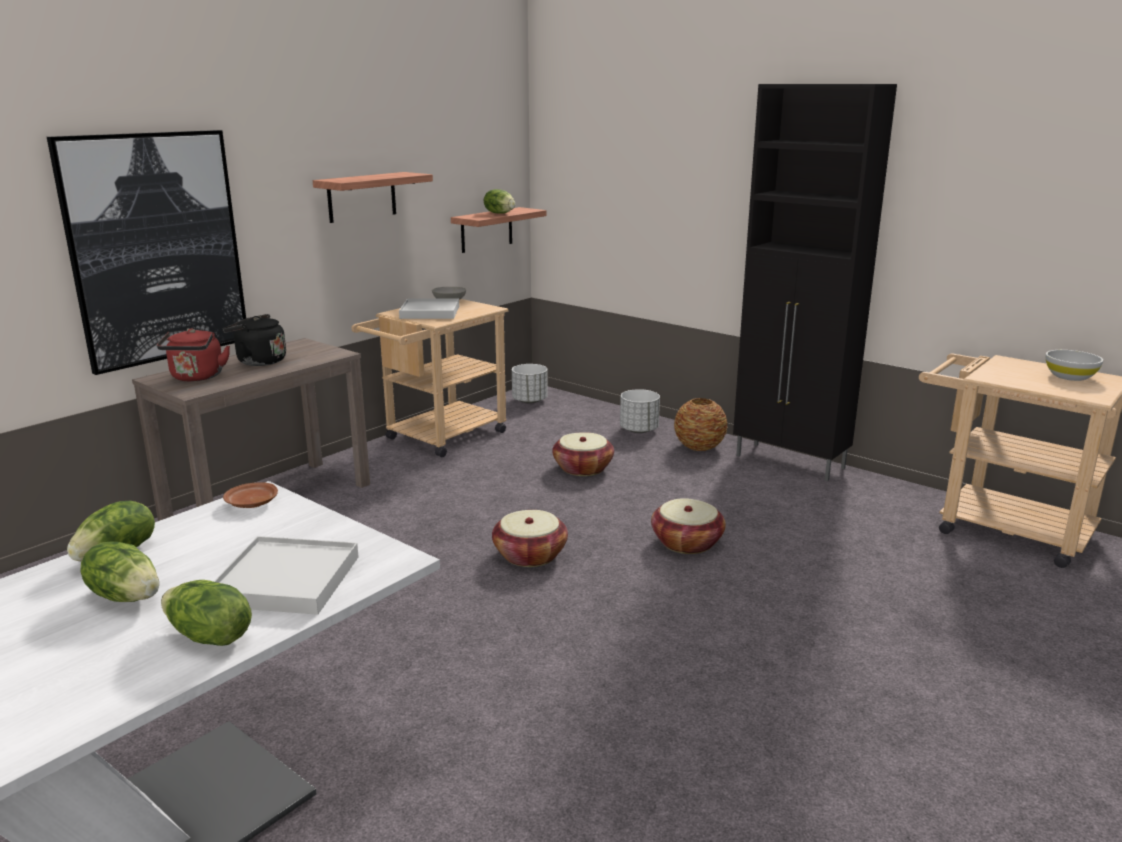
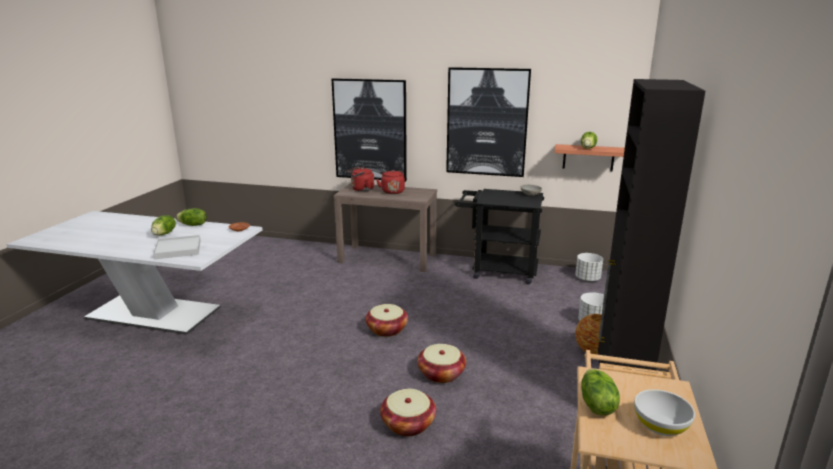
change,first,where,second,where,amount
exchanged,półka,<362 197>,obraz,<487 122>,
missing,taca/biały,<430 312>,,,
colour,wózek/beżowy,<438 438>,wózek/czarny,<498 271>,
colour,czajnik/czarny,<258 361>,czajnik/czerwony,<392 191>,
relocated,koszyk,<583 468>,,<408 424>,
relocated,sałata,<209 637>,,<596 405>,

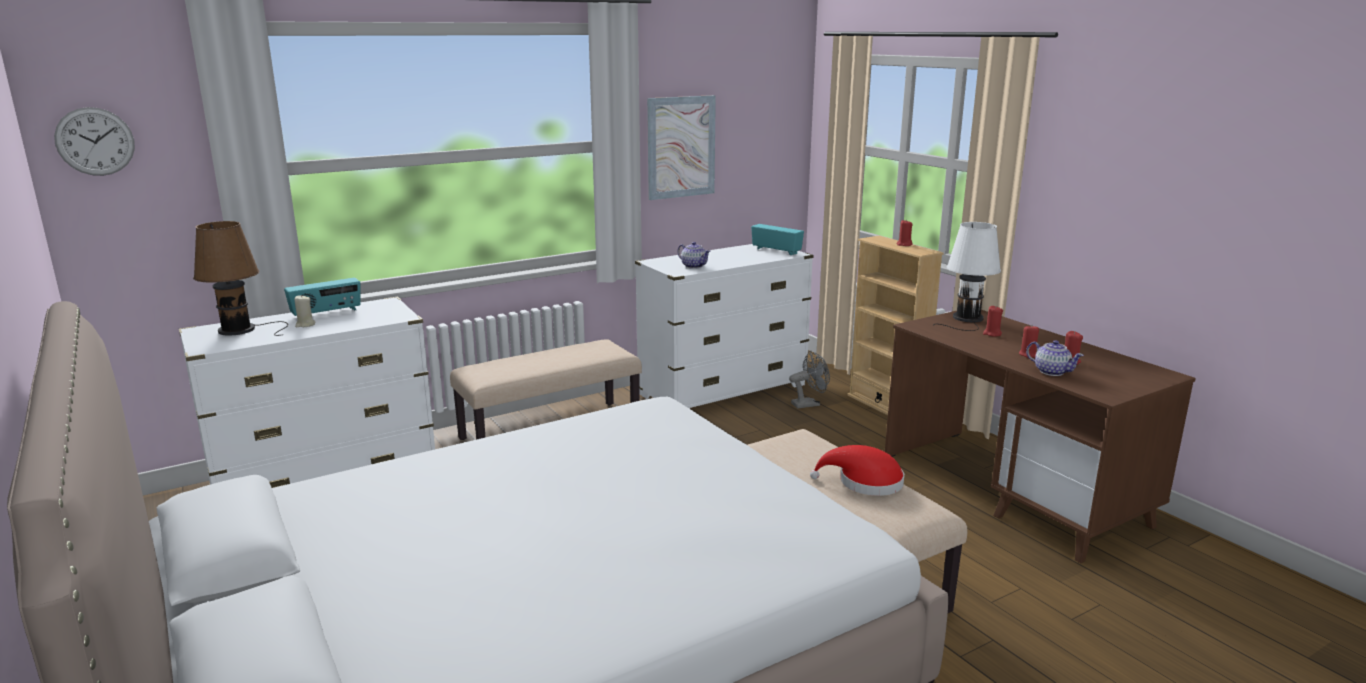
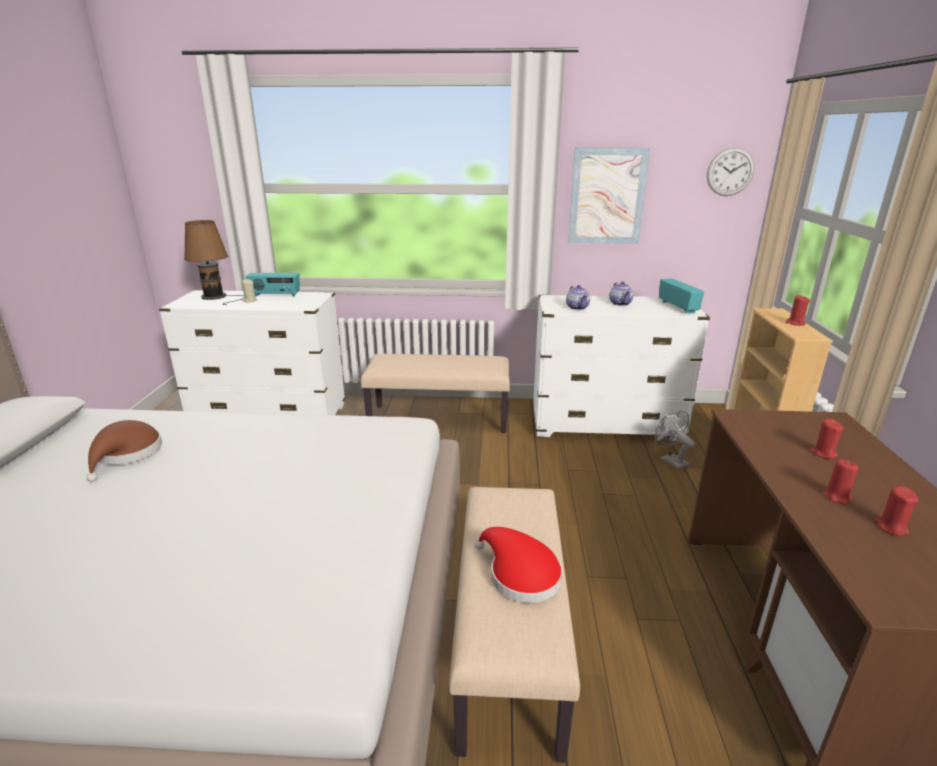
change,first,where,second,where,amount
relocated,zegar ścienny,<95 141>,,<730 172>,
missing,lampa stołowa/biały,<967 319>,,,
relocated,imbryk,<1051 371>,,<620 303>,
spun,wentylator/szary,<809 404>,,<670 460>,135 degrees counterclockwise
appeared,,,kapelusz/brązowy,<127 454>,

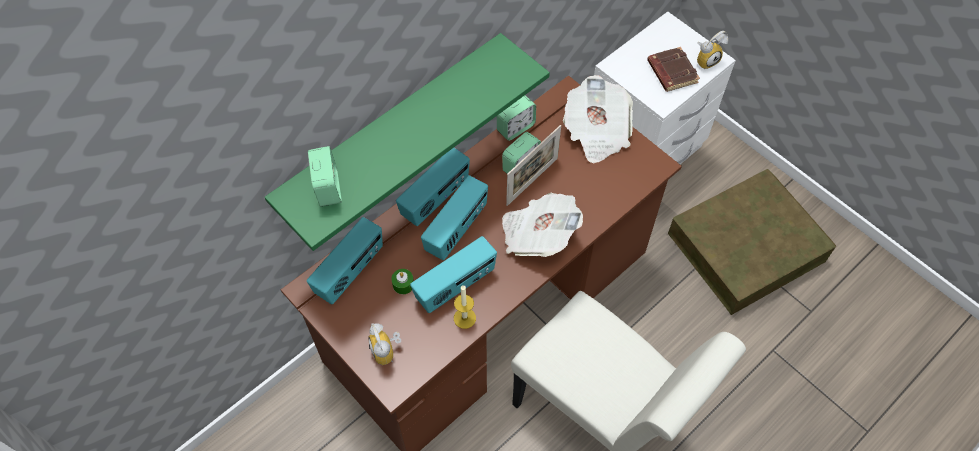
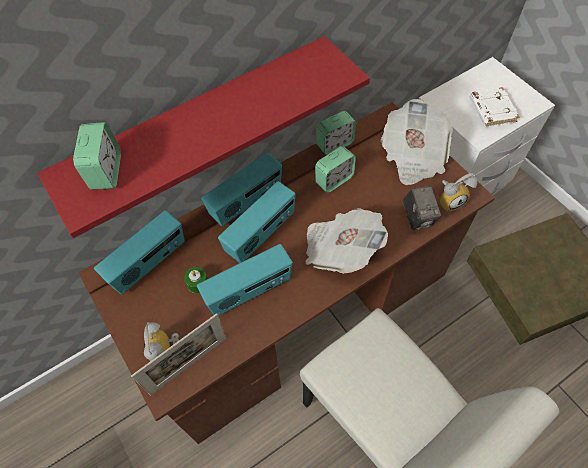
change,first,where,second,where,amount
relocated,budzik,<706 60>,,<450 200>,
colour,półka/zielony,<392 129>,półka/czerwony,<199 122>,
colour,książka/brązowy,<671 72>,książka/biały,<491 110>,
relocated,ramka na zdjęcie,<532 181>,,<189 365>,
missing,świeca,<464 318>,,,
appeared,,,aparat fotograficzny,<418 217>,

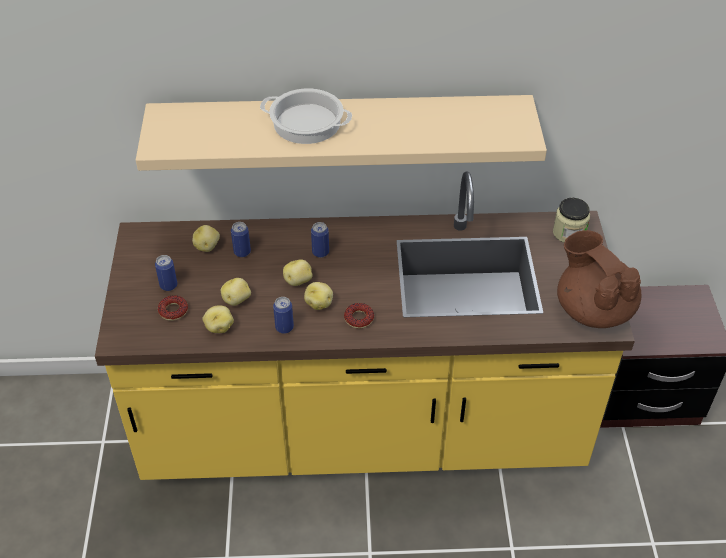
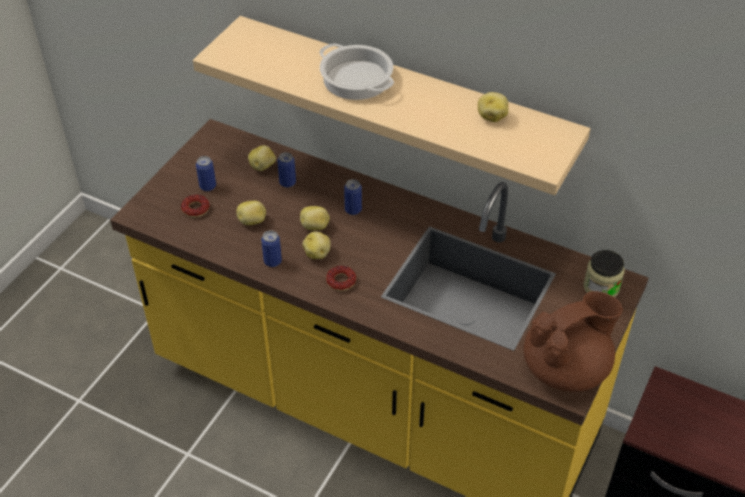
change,first,where,second,where,amount
spun,imbryk/brązowy,<593 309>,,<566 368>,60 degrees clockwise
relocated,ziemniak,<219 327>,,<492 116>,

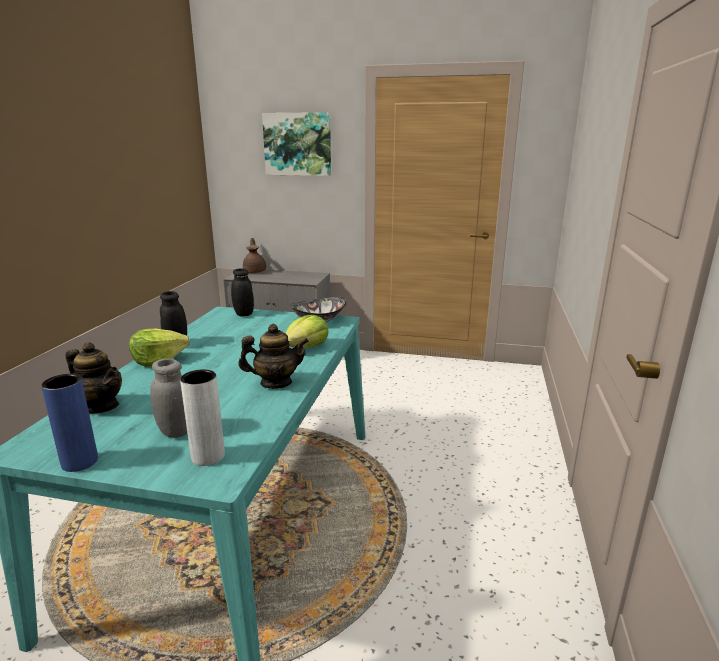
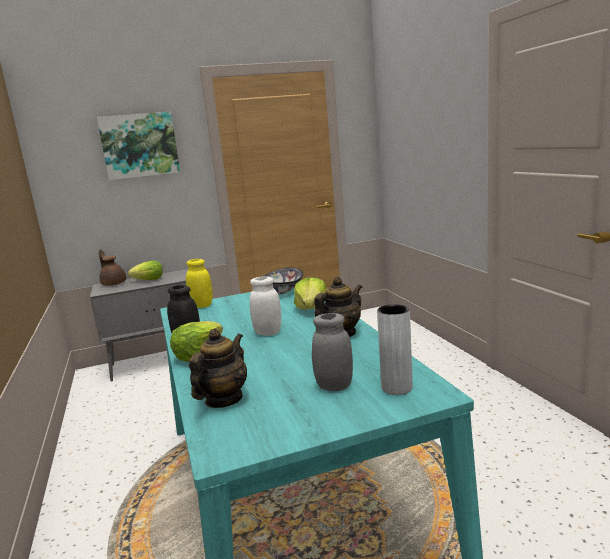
change,first,where,second,where,amount
colour,słoik/czarny,<244 314>,słoik/żółty,<202 305>,
spun,imbryk,<100 406>,,<223 399>,60 degrees counterclockwise
missing,wazon/niebieski,<80 462>,,,
appeared,,,sałata,<149 280>,
appeared,,,słoik/biały,<268 333>,

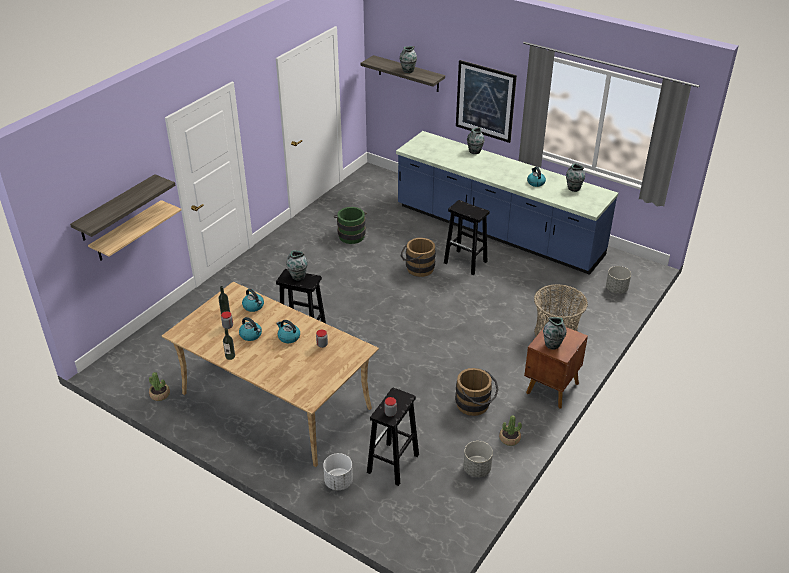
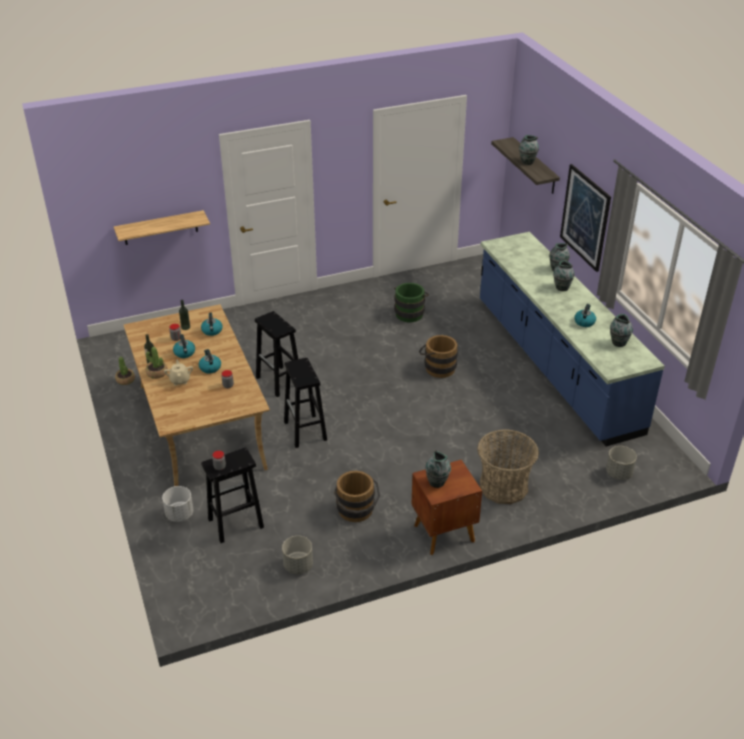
change,first,where,second,where,amount
missing,półka,<116 208>,,,
relocated,stołek/czarny,<466 262>,,<305 431>,
relocated,wazon,<298 276>,,<561 287>,
relocated,roślina doniczkowa,<509 439>,,<157 373>,
appeared,,,imbryk/beżowy,<180 380>,

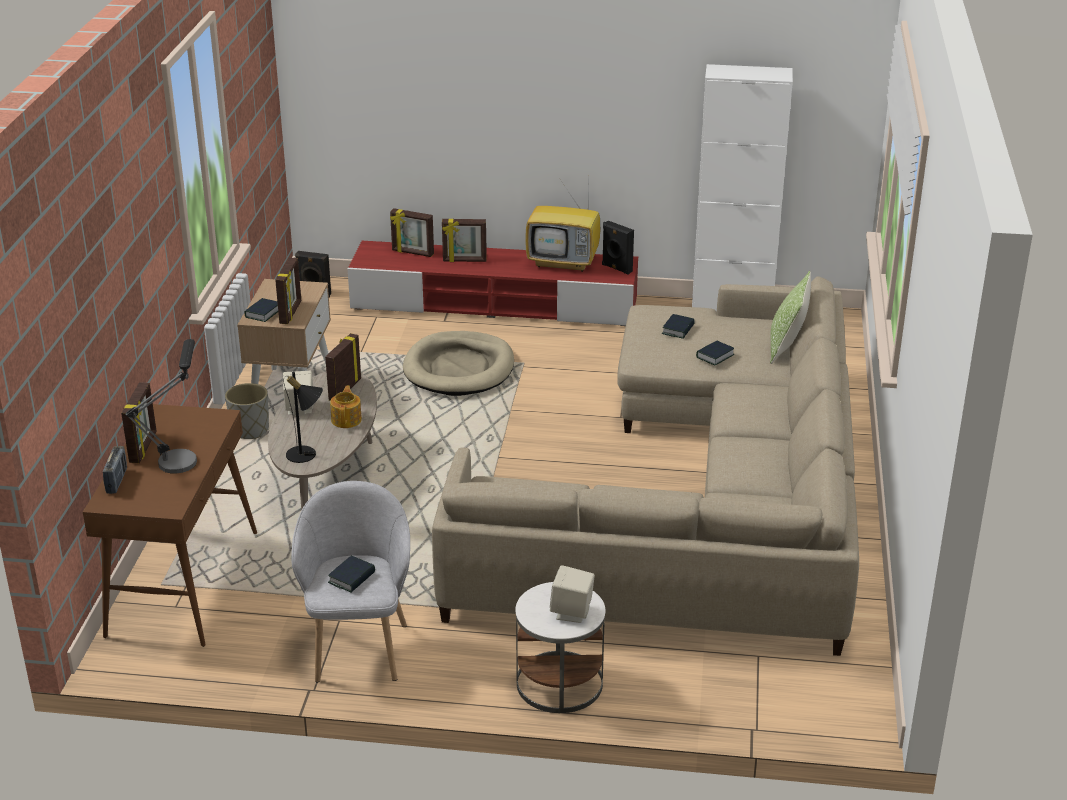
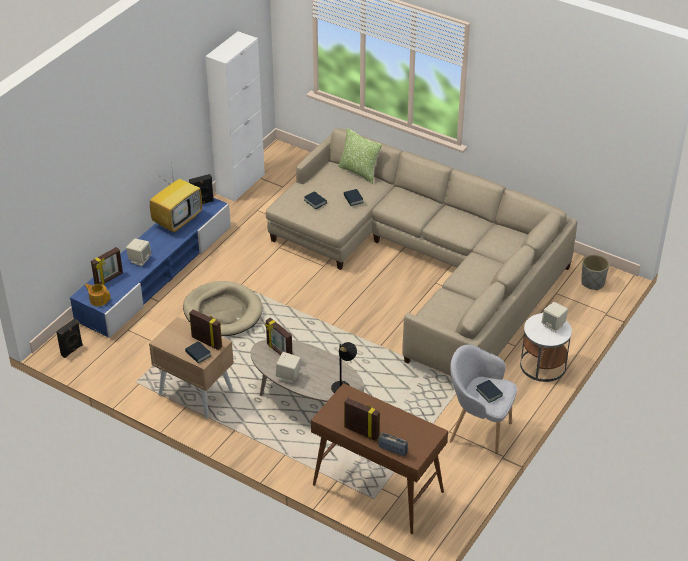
change,first,where,second,where,amount
exchanged,ramka na zdjęcie,<464 261>,głośnik/beżowy,<139 260>,
colour,szafka pod telewizor/czerwony,<495 304>,szafka pod telewizor/niebieski,<155 273>,
missing,lampa stołowa,<181 456>,,,
relocated,donica/szary,<250 430>,,<593 283>,
relocated,imbryk,<347 419>,,<98 300>,

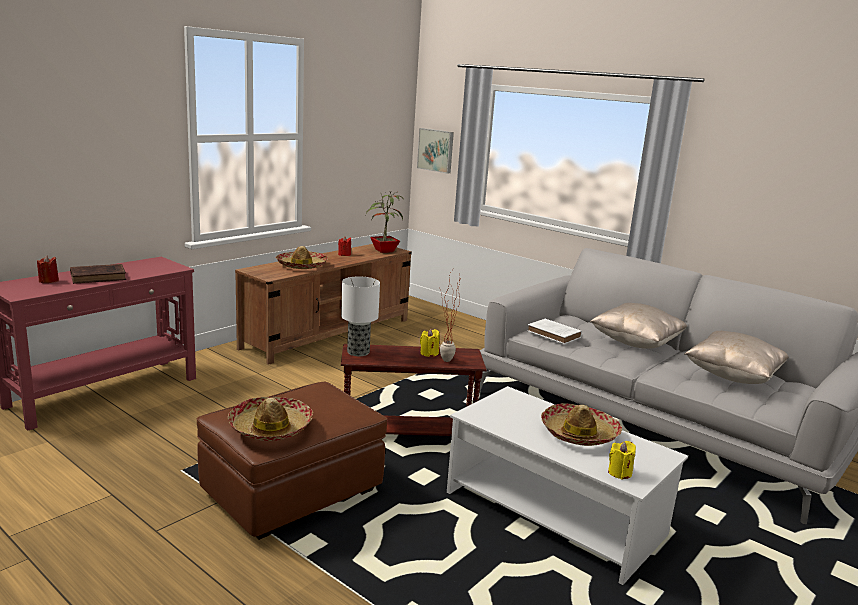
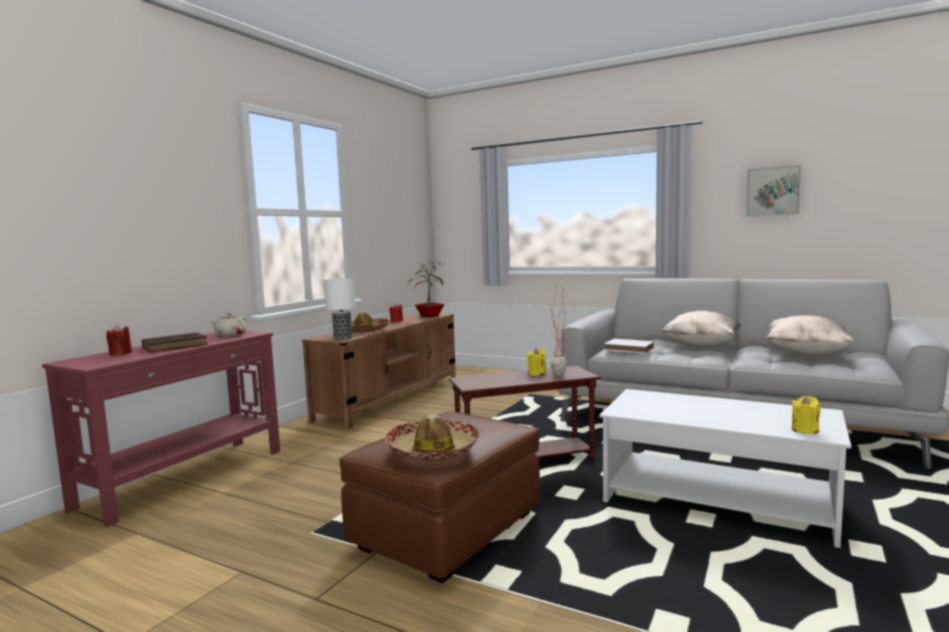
change,first,where,second,where,amount
relocated,obraz,<436 150>,,<773 191>,
relocated,lampa stołowa,<358 352>,,<342 338>,
missing,kapelusz,<579 434>,,,
appeared,,,imbryk/beżowy,<230 335>,

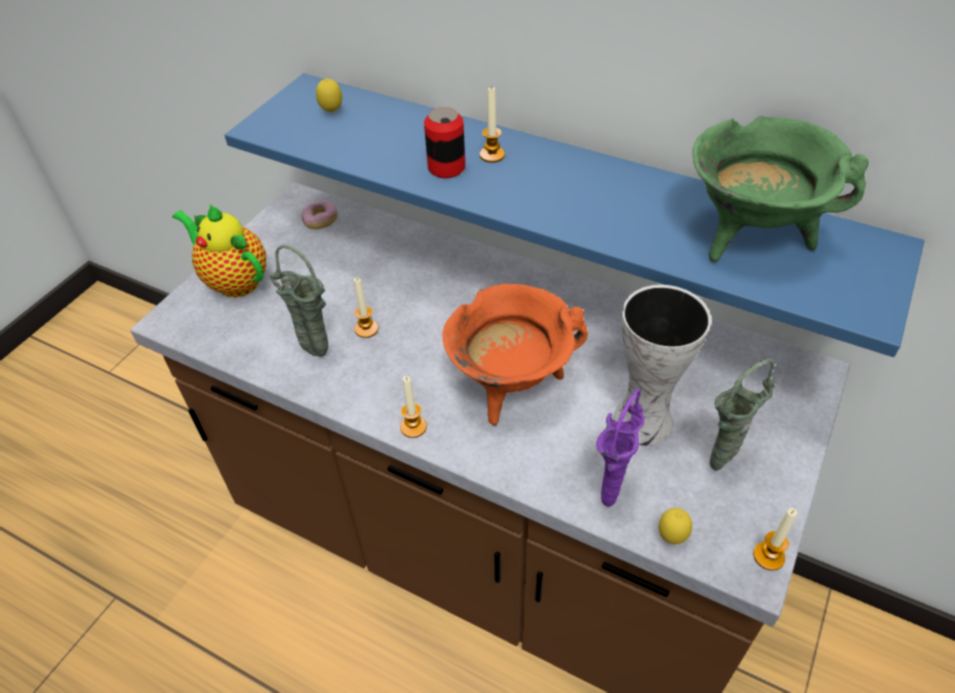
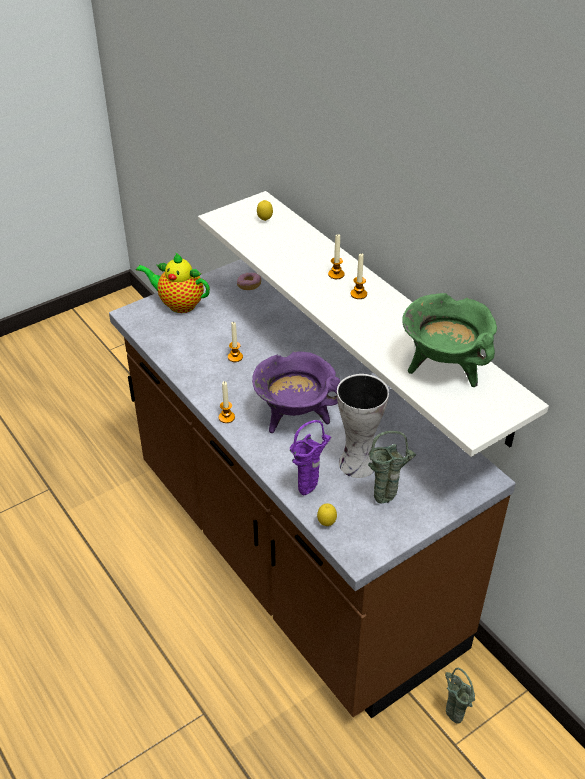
change,first,where,second,where,amount
colour,półka/niebieski,<567 191>,półka/biały,<385 312>,
missing,puszka,<446 167>,,,
spun,imbryk,<234 281>,,<178 304>,45 degrees counterclockwise
relocated,wazon/zielony,<313 353>,,<451 717>,
colour,garnek/pomarańczowy,<511 387>,garnek/fioletowy,<295 417>,
relocated,świeca,<768 556>,,<358 294>,

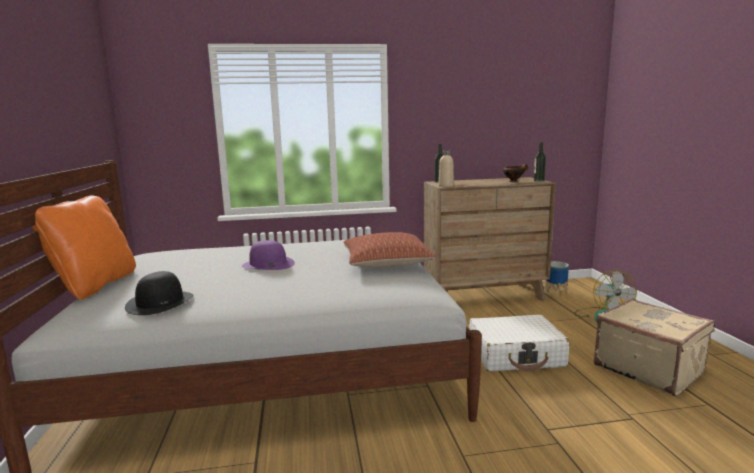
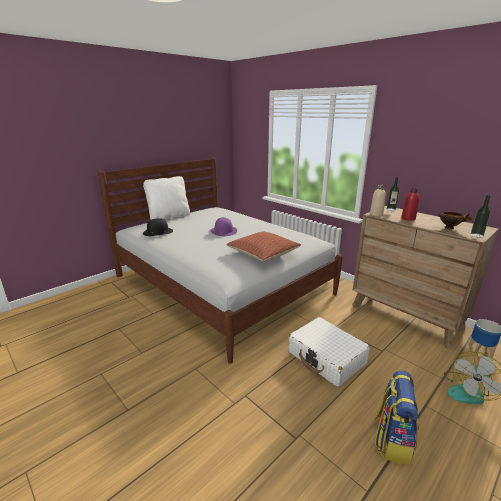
change,first,where,second,where,amount
colour,poduszka/pomarańczowy,<95 285>,poduszka/biały,<169 216>,
exchanged,walizka/beżowy,<648 368>,plecak,<392 439>,
appeared,,,butelka/czerwony,<408 218>,

